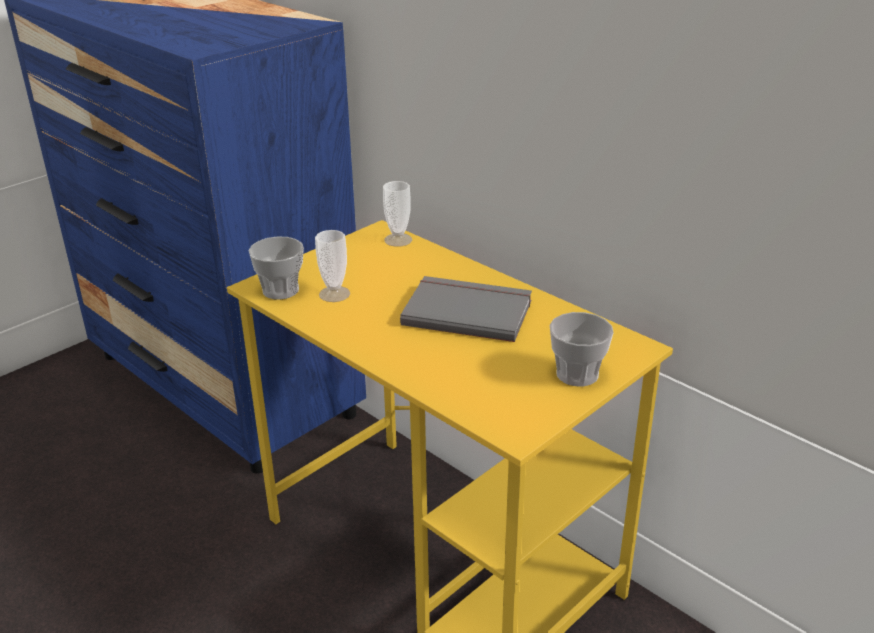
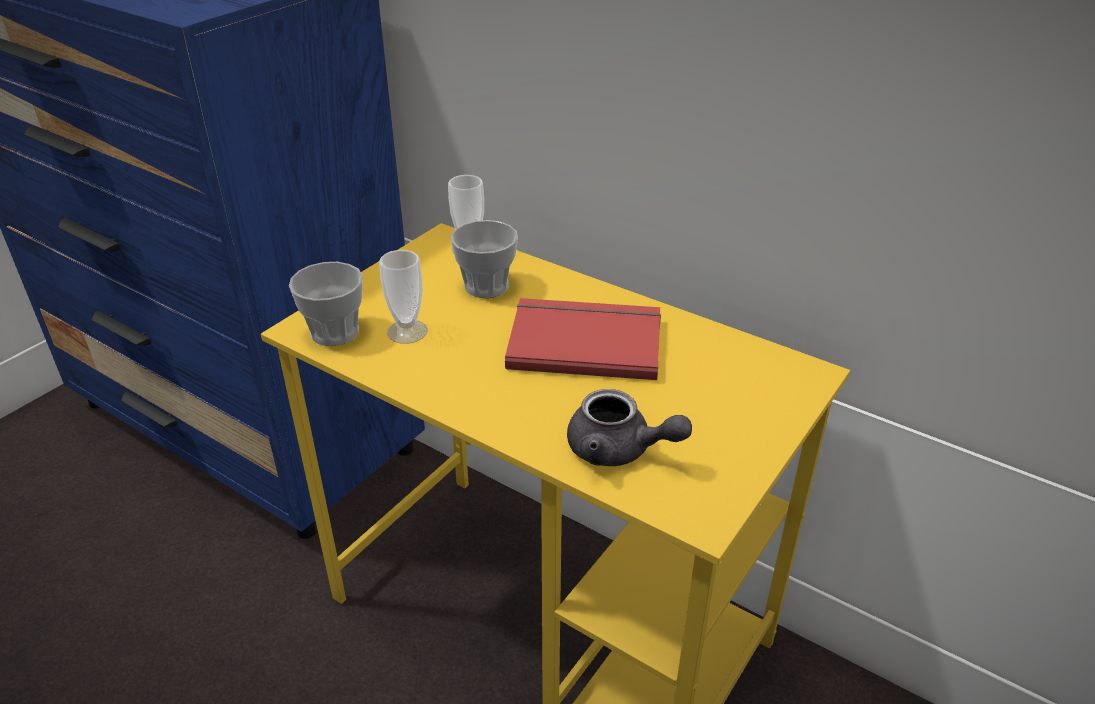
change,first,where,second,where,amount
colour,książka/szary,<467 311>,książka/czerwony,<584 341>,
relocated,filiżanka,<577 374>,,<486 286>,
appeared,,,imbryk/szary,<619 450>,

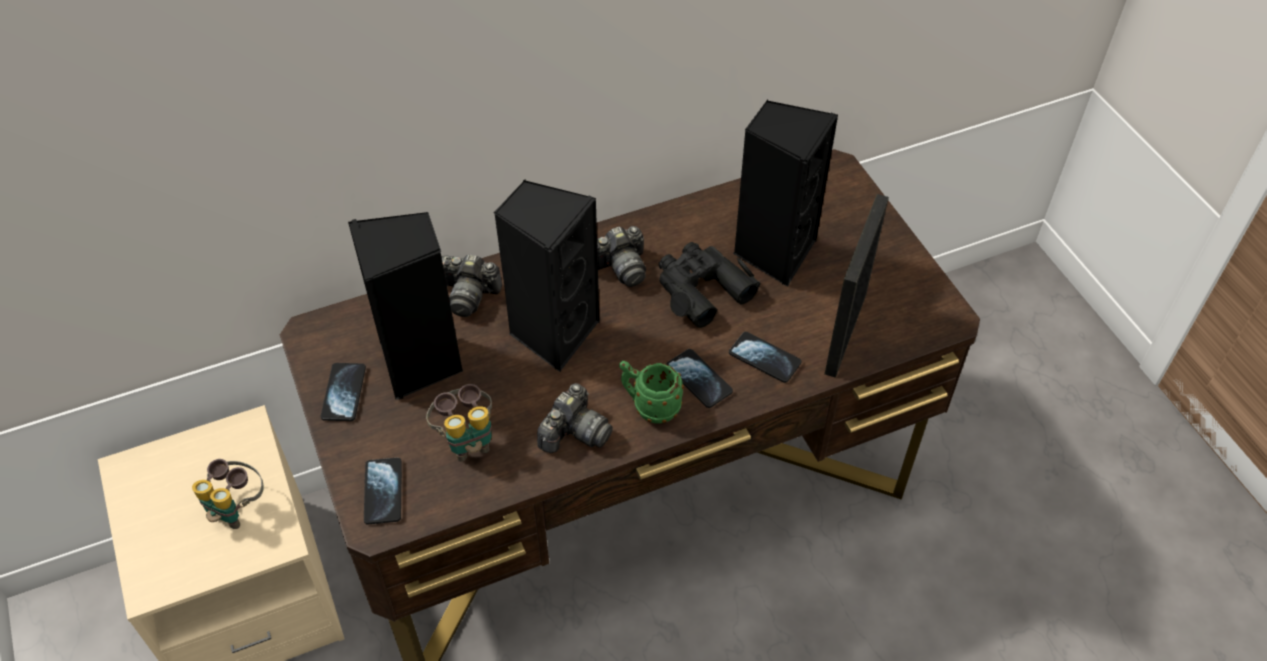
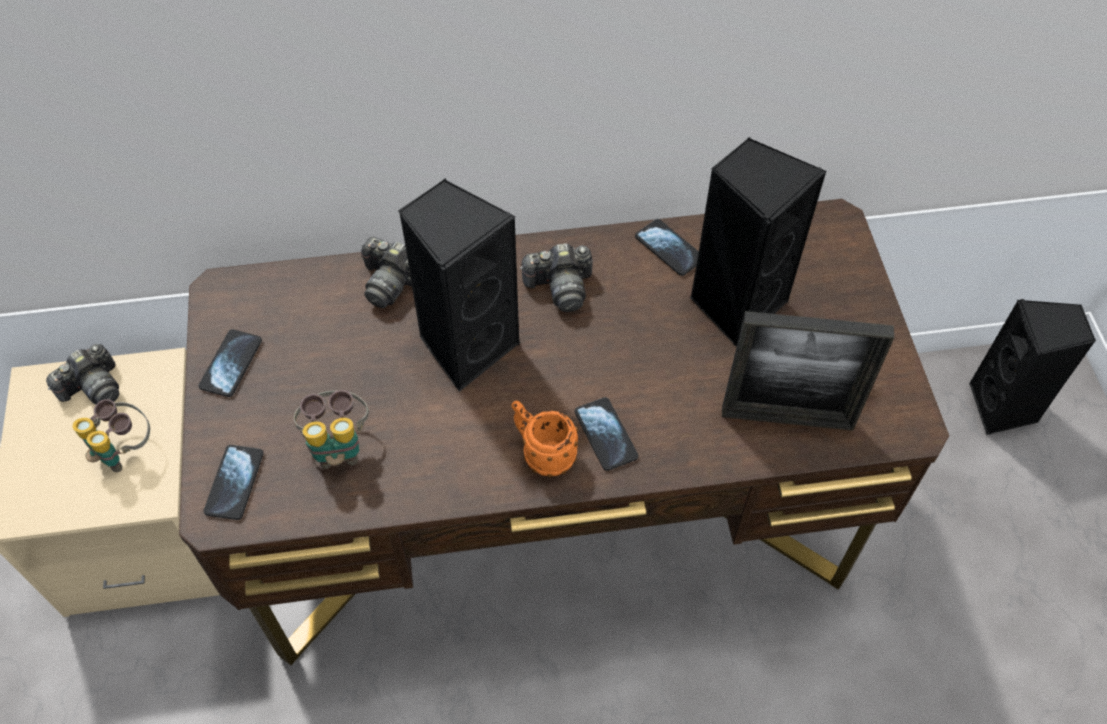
change,first,where,second,where,amount
spun,ramka na zdjęcie,<845 333>,,<787 418>,120 degrees counterclockwise
relocated,głośnik/czarny,<421 363>,,<1003 408>,
missing,lornetka/czarny,<701 289>,,,
relocated,telefon,<764 358>,,<669 248>,
colour,kubek/zielony,<650 406>,kubek/pomarańczowy,<542 453>,
relocated,aparat fotograficzny,<574 432>,,<93 387>,

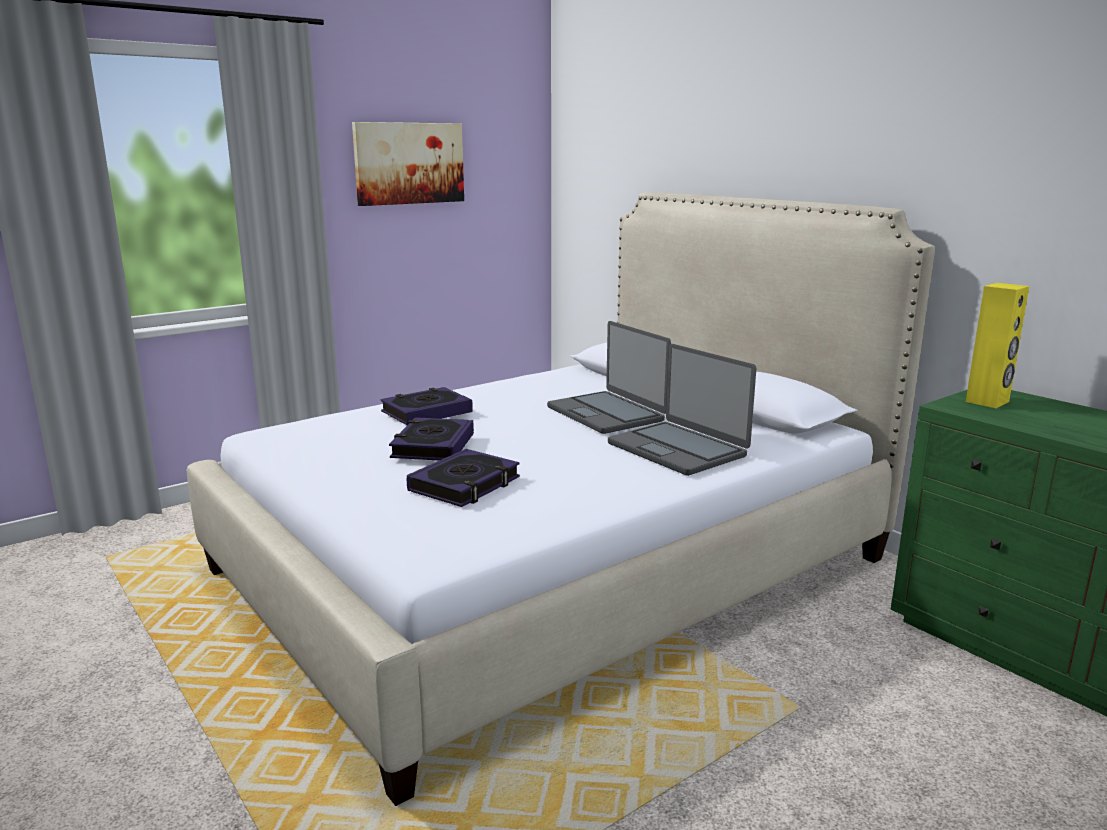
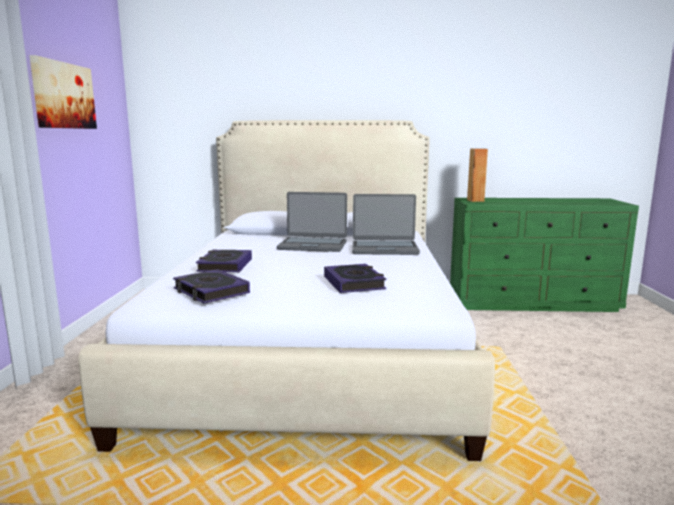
change,first,where,second,where,amount
colour,głośnik/żółty,<988 402>,głośnik/brązowy,<475 200>,
relocated,książka,<432 446>,,<211 291>,

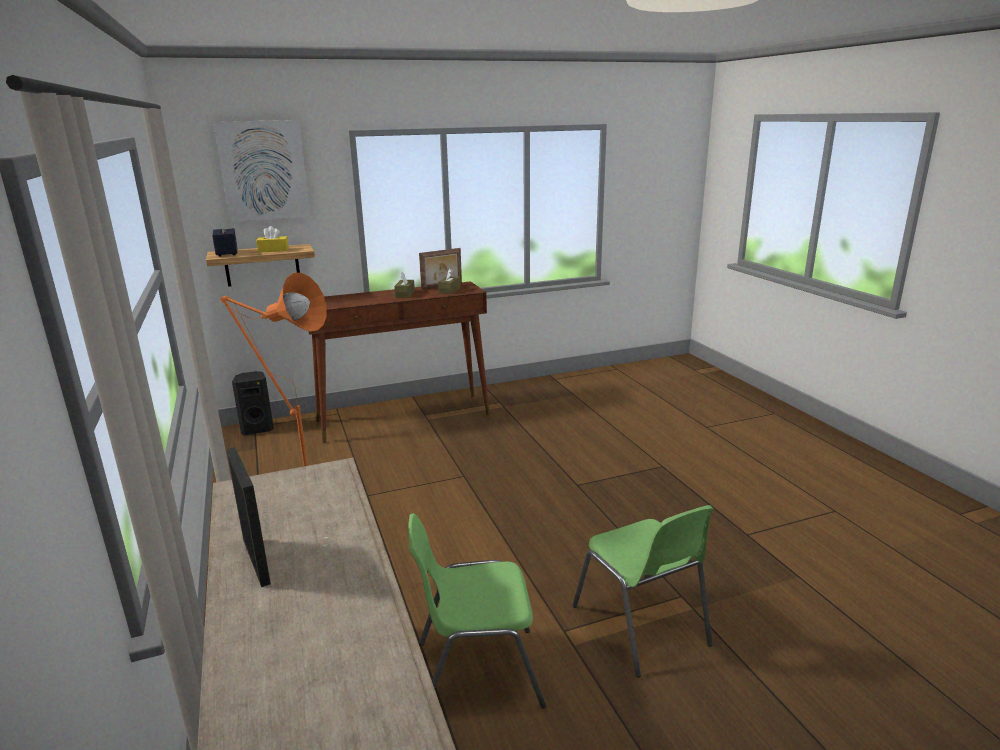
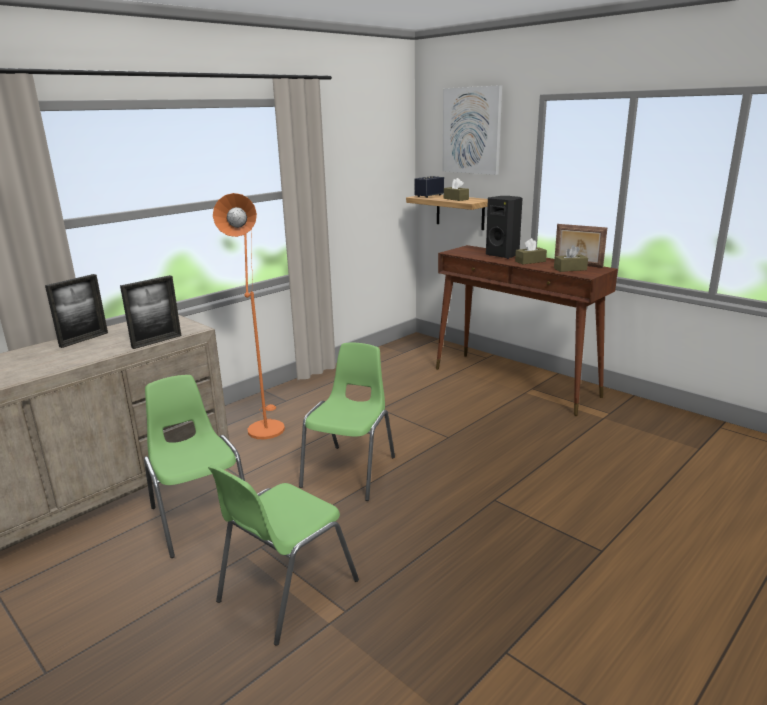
change,first,where,second,where,amount
colour,pudełko chusteczek/żółty,<273 250>,pudełko chusteczek/brązowy,<456 199>,
relocated,głośnik/czarny,<258 428>,,<503 255>,
appeared,,,ramka na zdjęcie,<157 341>,
appeared,,,krzesło/zielony,<351 471>,

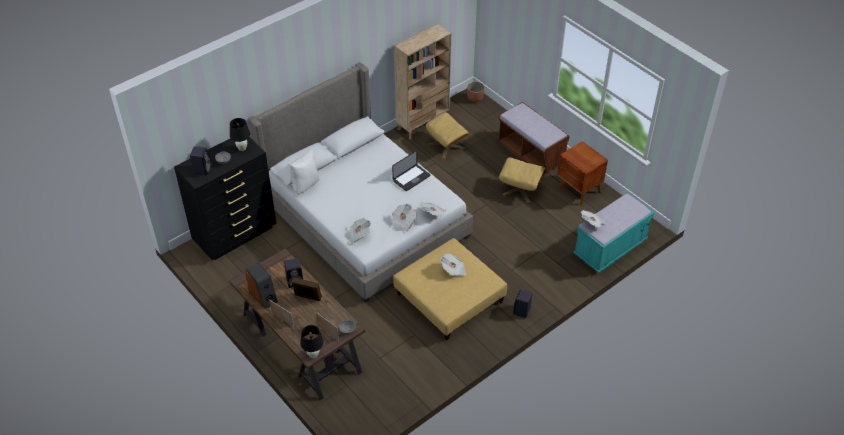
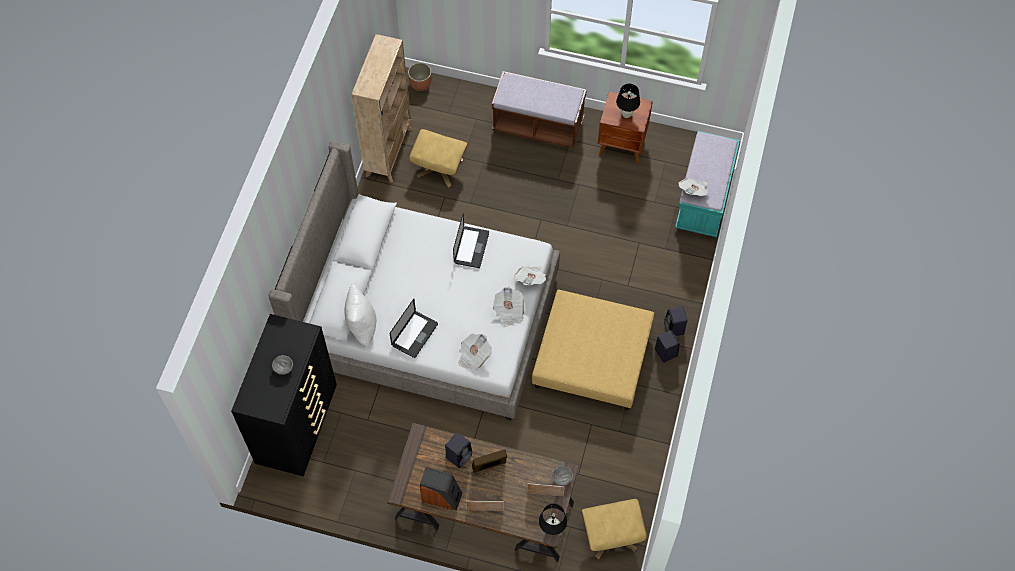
change,first,where,second,where,amount
relocated,lampa stołowa/czarny,<242 148>,,<626 114>,
relocated,głośnik/czarny,<202 169>,,<665 352>,
relocated,pufa/beżowy,<520 190>,,<611 534>,
missing,gazeta,<453 270>,,,
appeared,,,laptop,<415 335>,

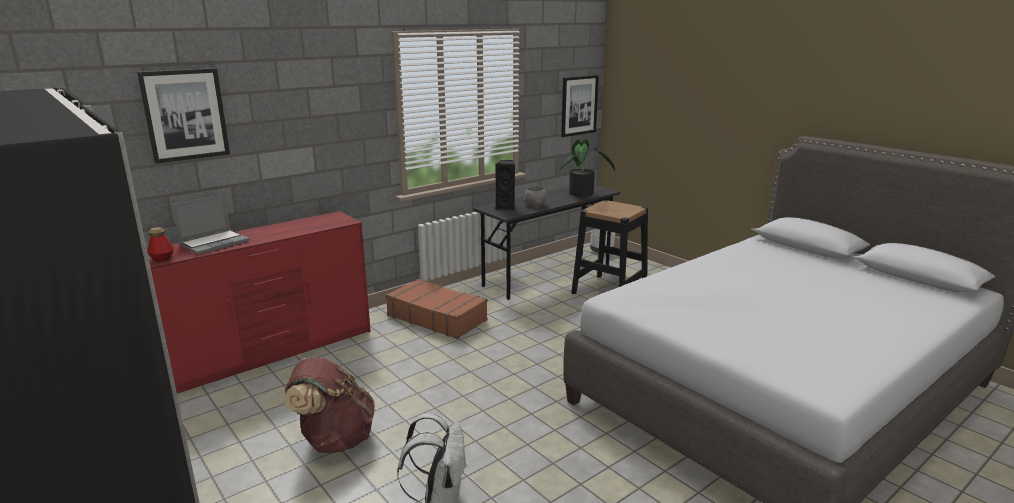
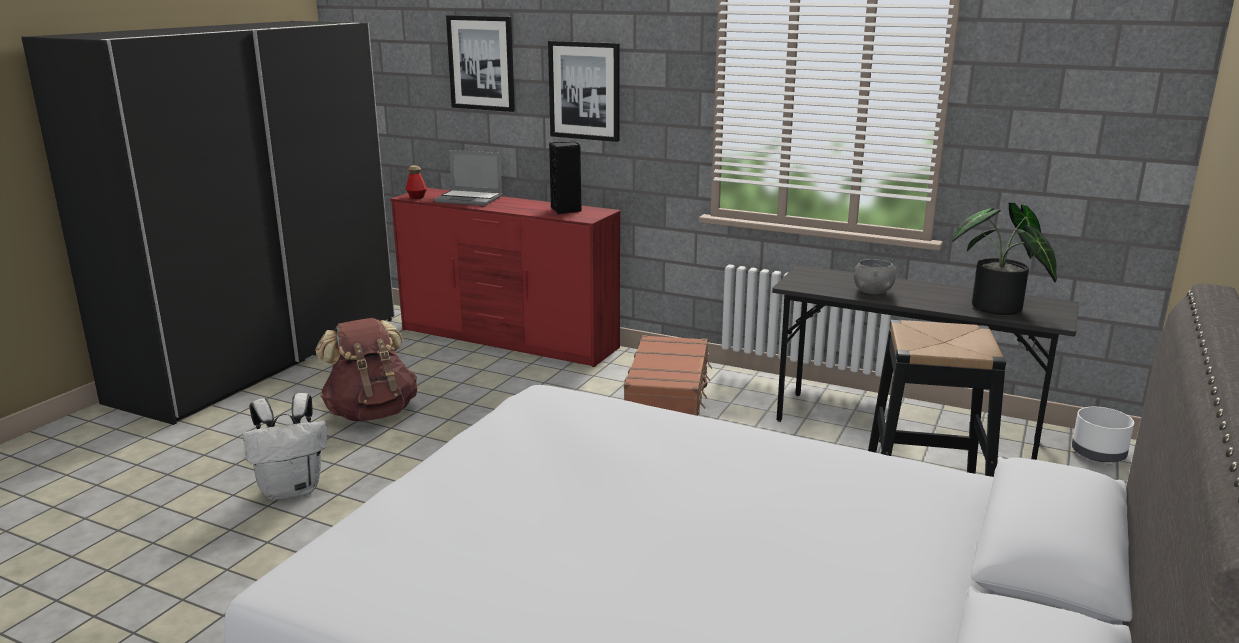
change,first,where,second,where,amount
relocated,obraz,<579 105>,,<584 90>,
relocated,głośnik/czarny,<506 207>,,<566 210>,

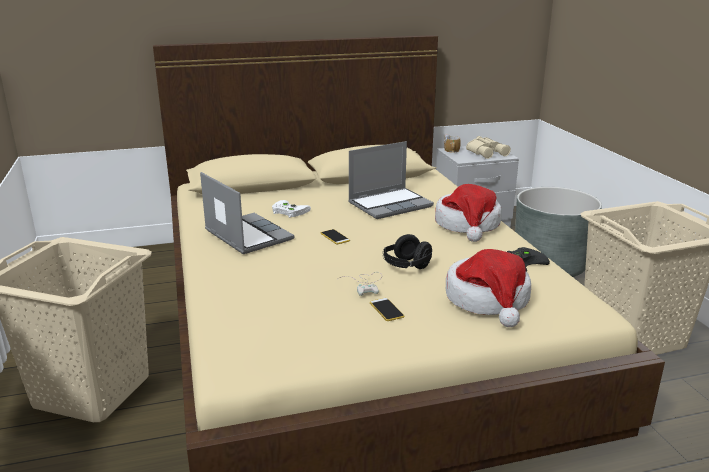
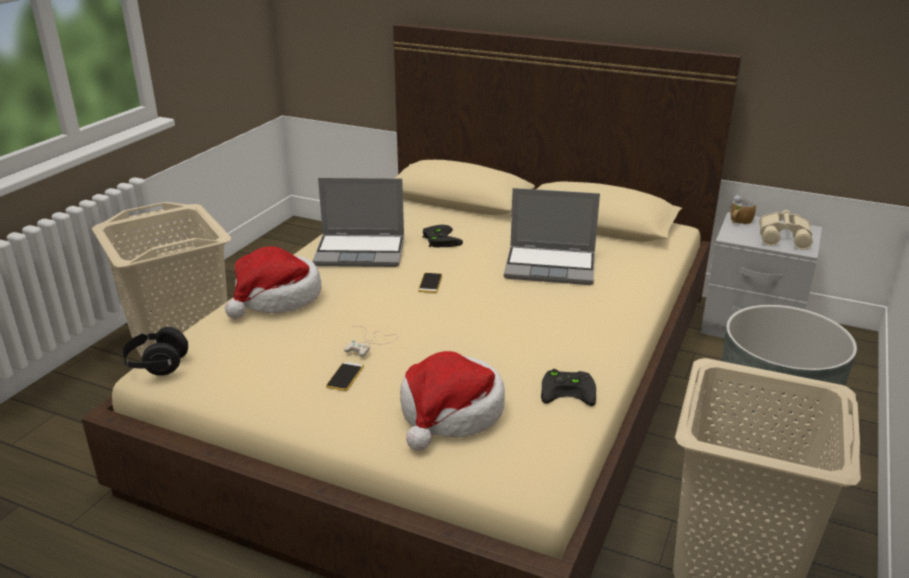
change,first,where,second,where,amount
spun,laptop,<246 235>,,<361 252>,90 degrees clockwise
relocated,kapelusz,<468 225>,,<277 298>,
colour,pad do gier/biały,<288 211>,pad do gier/czarny,<439 239>,
relocated,słuchawki/czarny,<406 266>,,<156 365>,

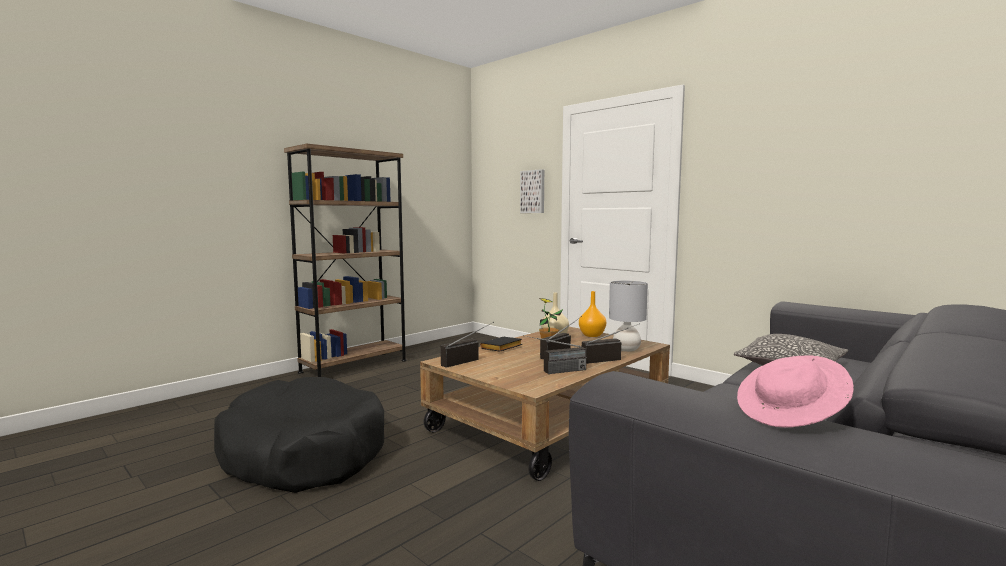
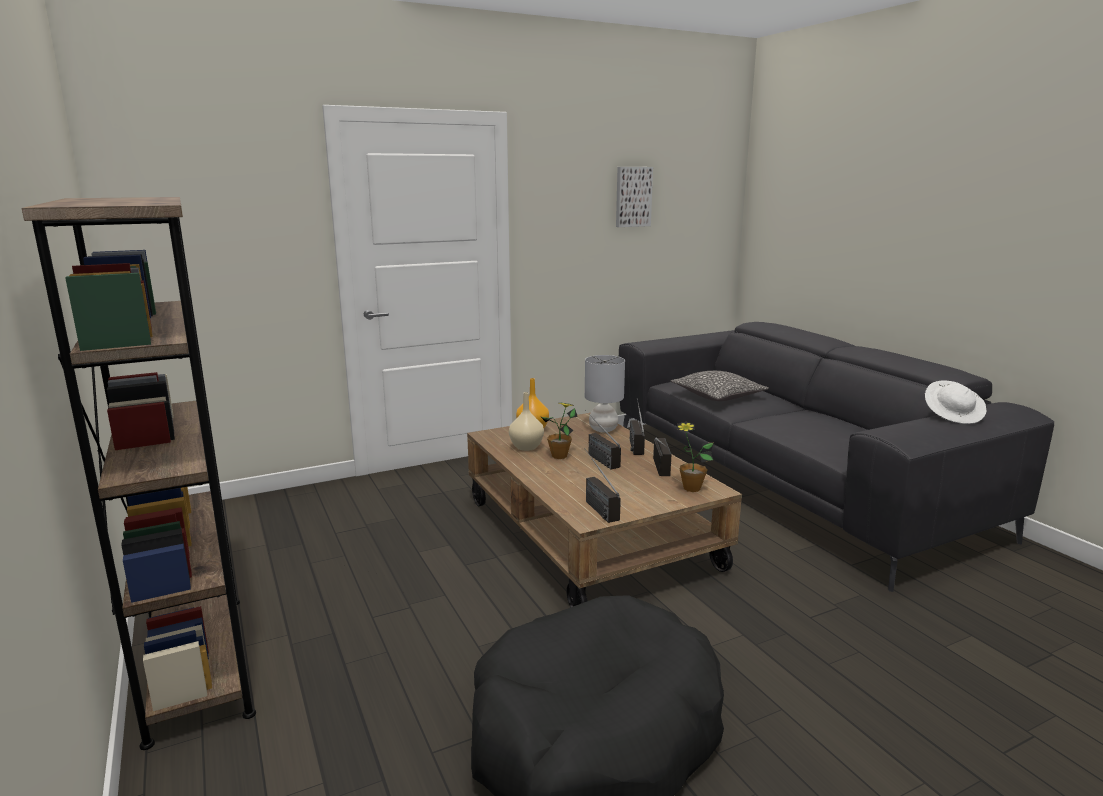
change,first,where,second,where,amount
relocated,obraz,<533 191>,,<632 196>,
missing,książka/czarny,<501 348>,,,
colour,kapelusz/różowy,<791 414>,kapelusz/biały,<953 415>,
appeared,,,roślina doniczkowa,<691 488>,

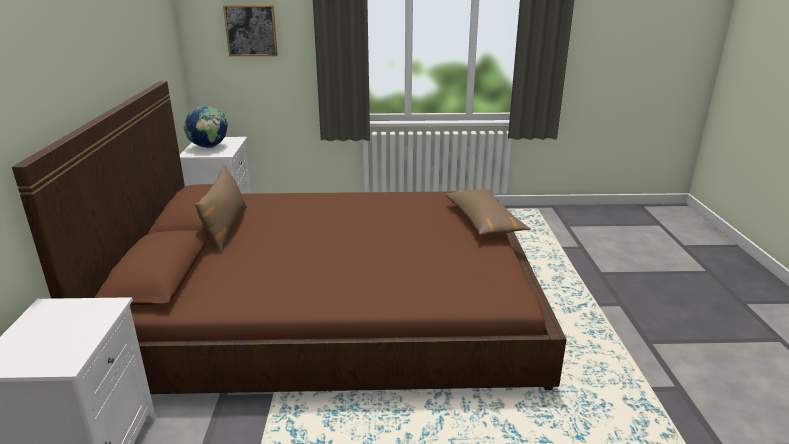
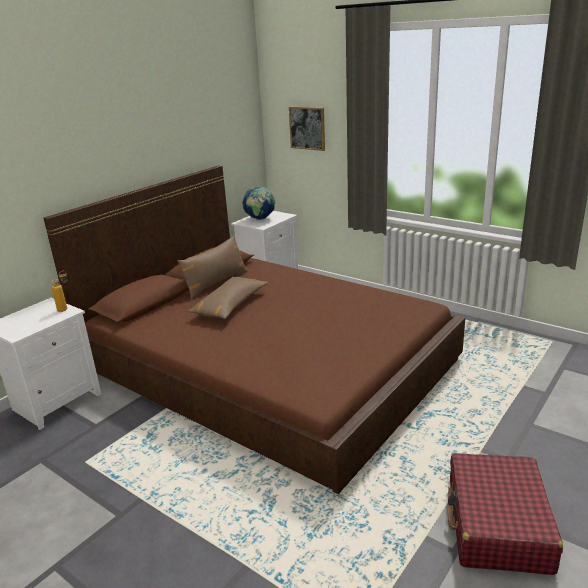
change,first,where,second,where,amount
relocated,poduszka/brązowy,<483 221>,,<230 305>,
appeared,,,butelka,<66 308>,
appeared,,,walizka/czerwony,<497 525>,

